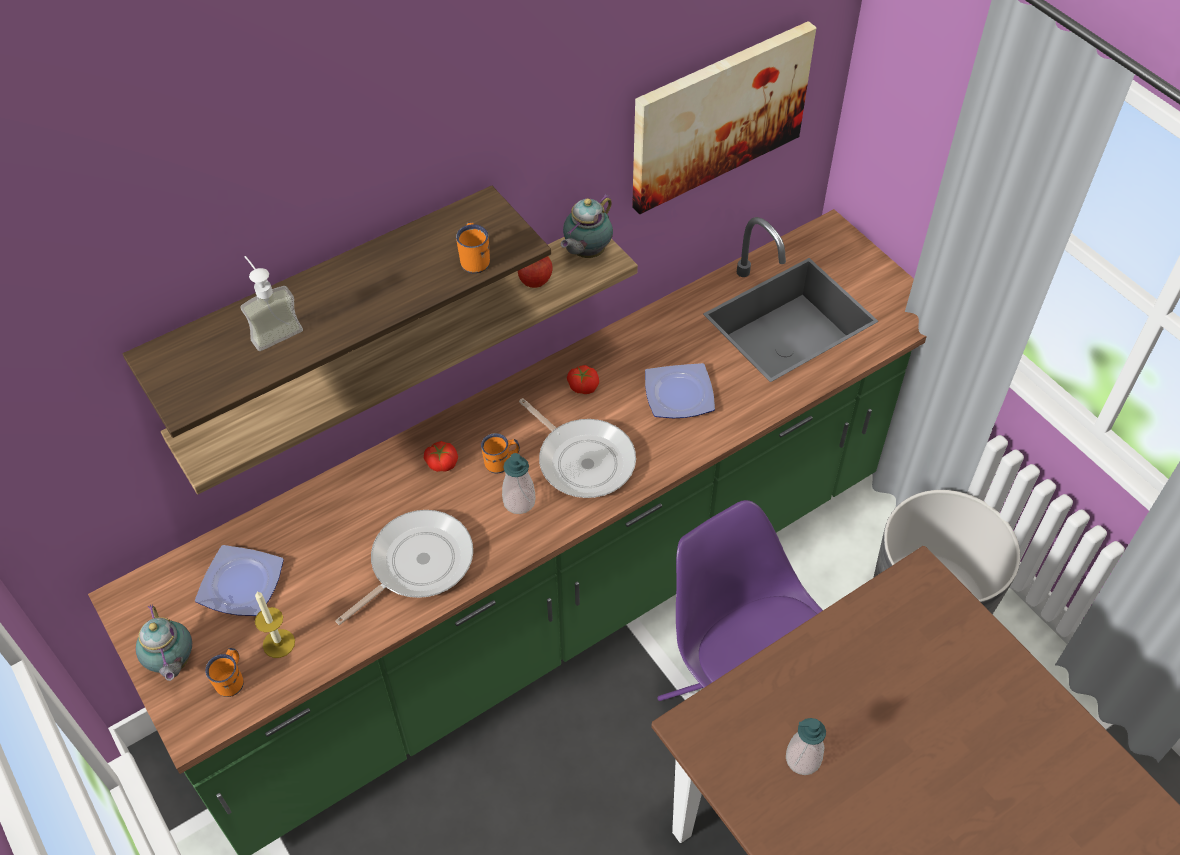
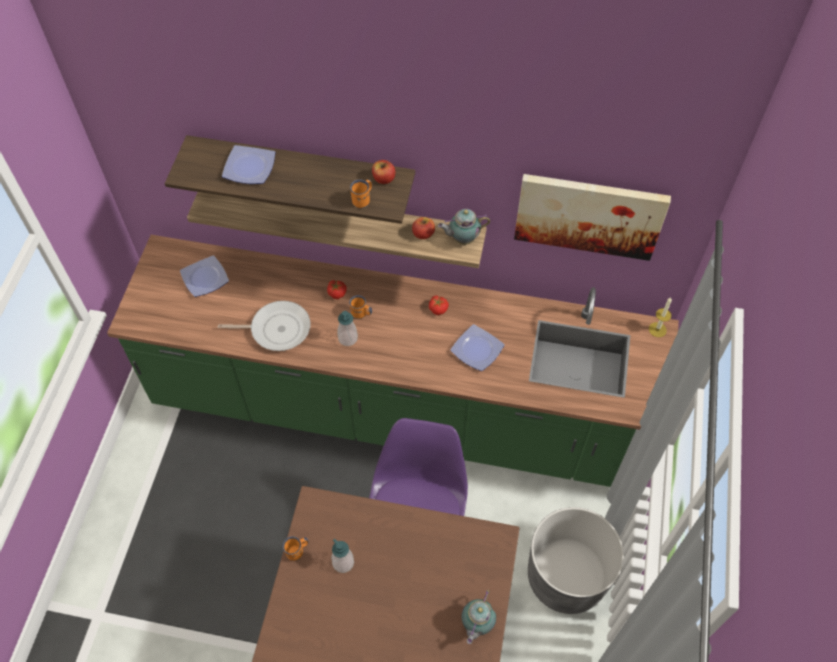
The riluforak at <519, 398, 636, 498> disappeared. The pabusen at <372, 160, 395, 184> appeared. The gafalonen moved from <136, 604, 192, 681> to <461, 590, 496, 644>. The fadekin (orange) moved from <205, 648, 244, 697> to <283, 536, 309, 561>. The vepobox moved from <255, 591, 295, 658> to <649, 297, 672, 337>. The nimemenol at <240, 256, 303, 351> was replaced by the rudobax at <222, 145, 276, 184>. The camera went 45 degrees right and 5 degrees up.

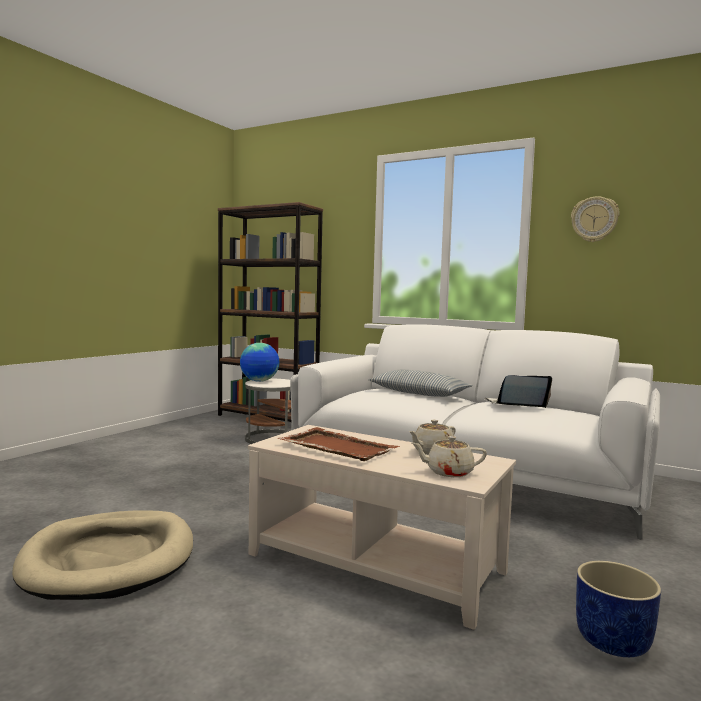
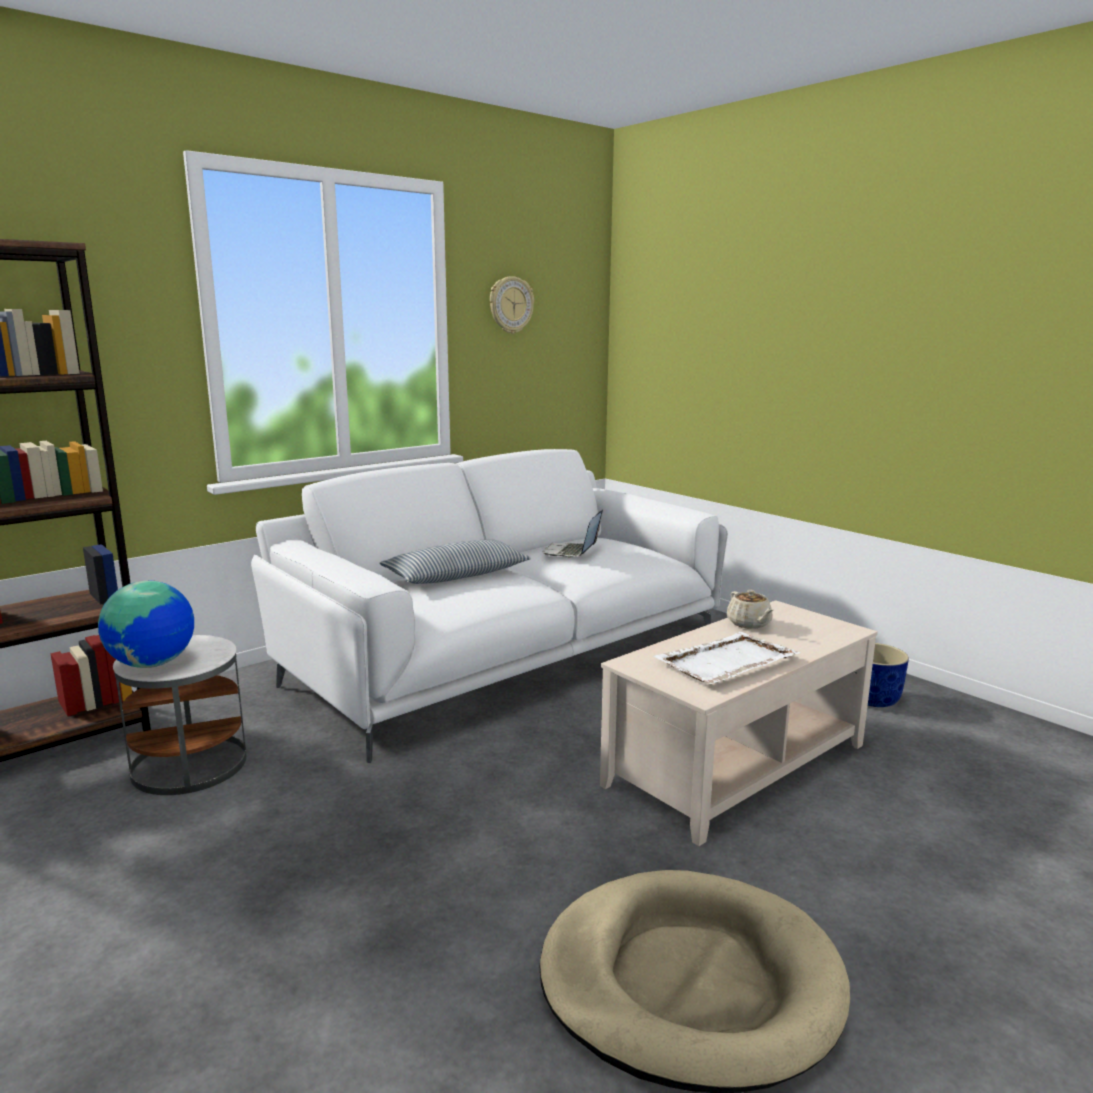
The gafalonen (beige) at <412, 436, 487, 477> disappeared. The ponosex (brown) at <277, 427, 400, 461> became the ponosex (white) at <653, 632, 800, 684>. The camera went 70 degrees left and 10 degrees up.

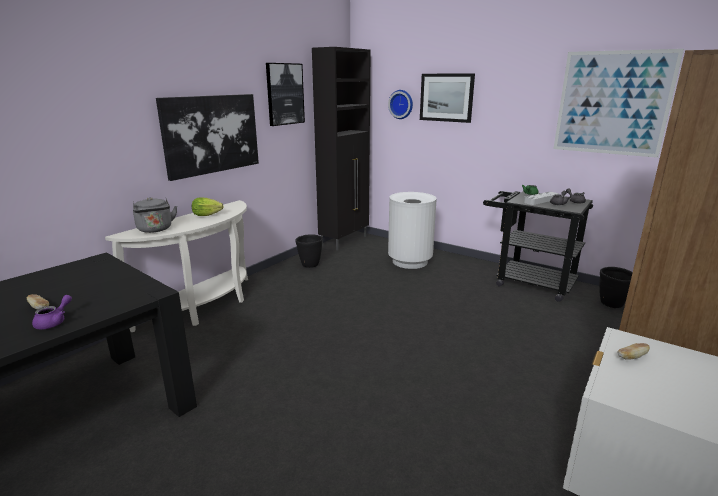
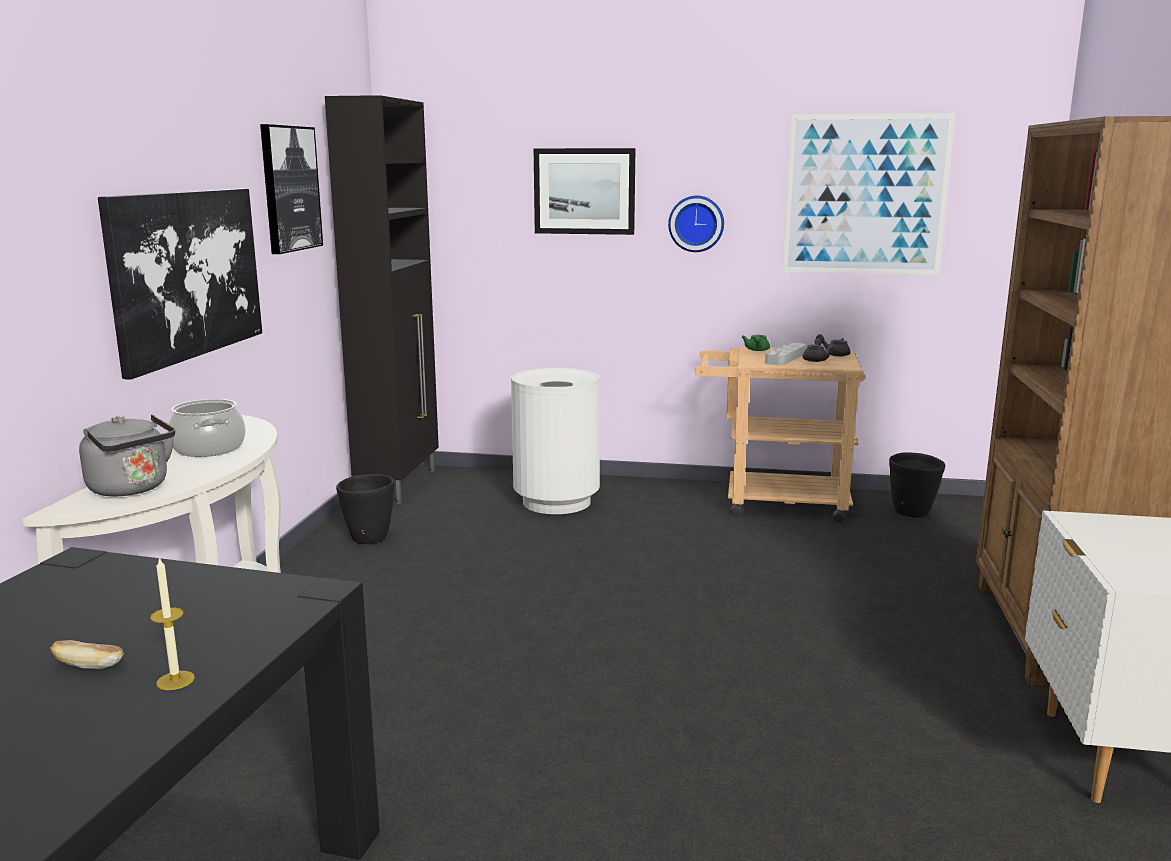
The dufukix at <617, 343, 650, 360> disappeared. The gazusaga moved from <388, 90, 413, 119> to <668, 196, 724, 252>. The gafalonen (purple) at <32, 295, 72, 330> was replaced by the vepobox at <150, 557, 195, 690>. The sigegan at <192, 197, 224, 216> was replaced by the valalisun at <168, 399, 246, 457>. The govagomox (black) at <483, 191, 593, 302> became the govagomox (beige) at <694, 347, 865, 523>. The camera went 25 degrees left and 5 degrees down.

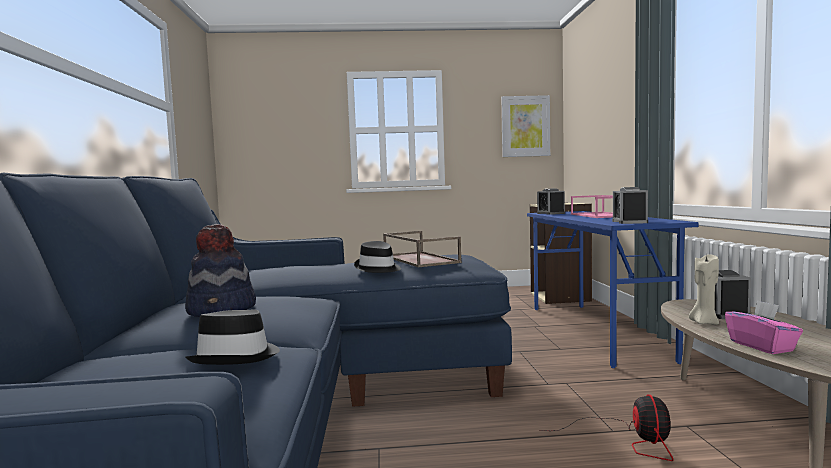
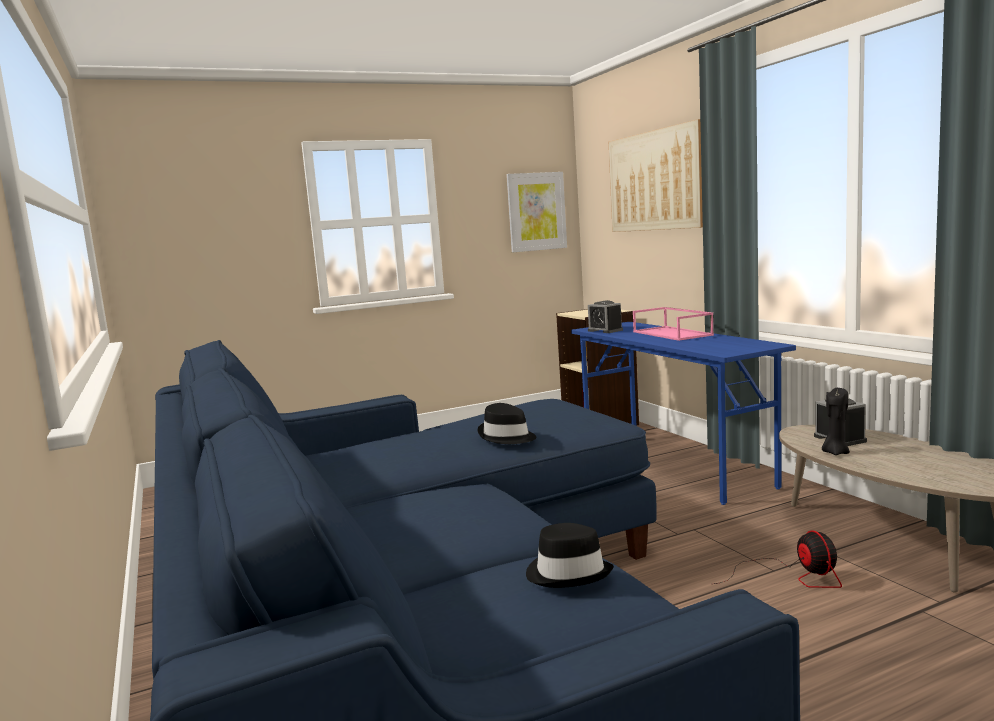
The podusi at <185, 224, 256, 317> disappeared. The ponosex (brown) at <383, 231, 462, 267> disappeared. The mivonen at <612, 187, 648, 224> disappeared. The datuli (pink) at <725, 300, 803, 354> disappeared. The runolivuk at <609, 119, 703, 232> appeared. The vepobox (beige) at <689, 254, 719, 325> became the vepobox (black) at <822, 388, 850, 455>. The camera went 20 degrees left and 5 degrees up.

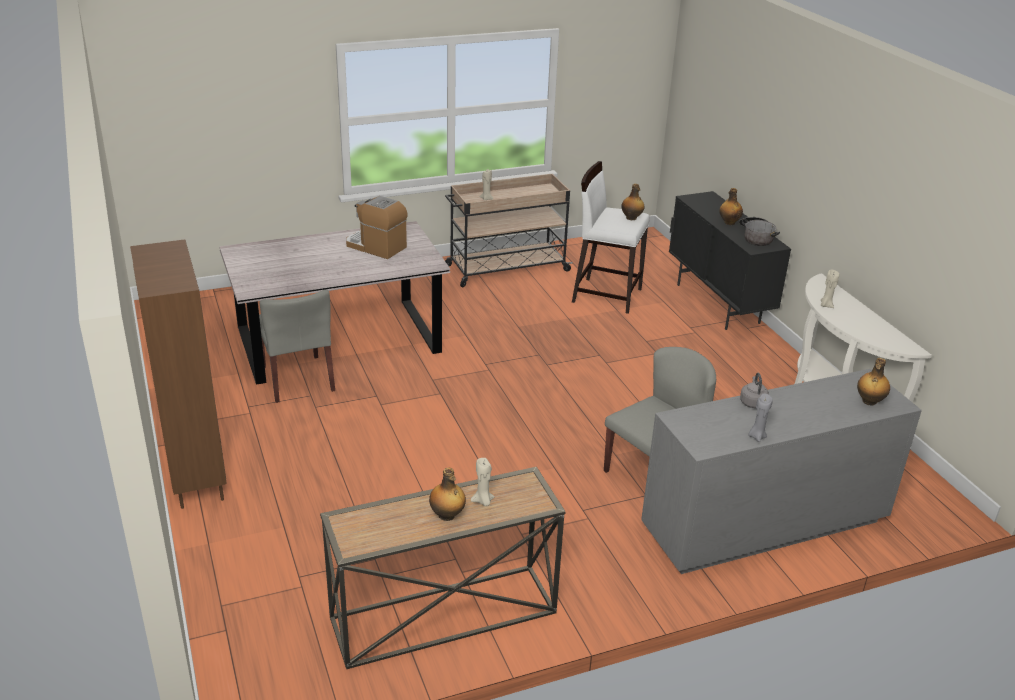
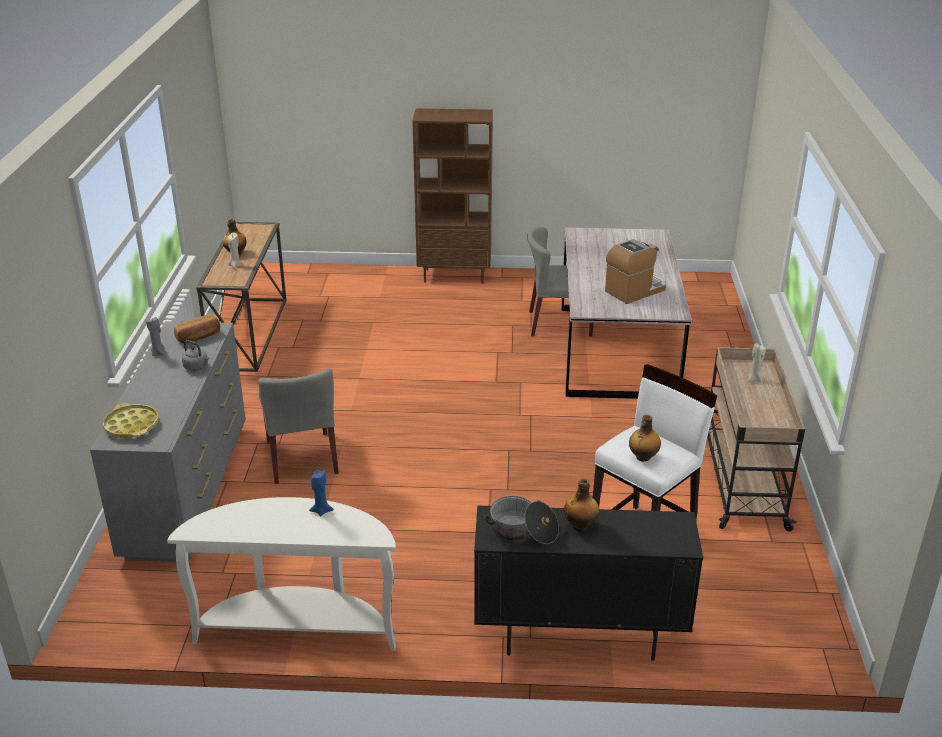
The dufukix at <174, 314, 220, 343> appeared. The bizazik at <857, 358, 890, 406> was replaced by the ponosex (yellow) at <103, 403, 158, 438>. The vepobox (beige) at <821, 270, 839, 308> became the vepobox (blue) at <309, 470, 334, 516>. The camera went 115 degrees right and 0 degrees up.

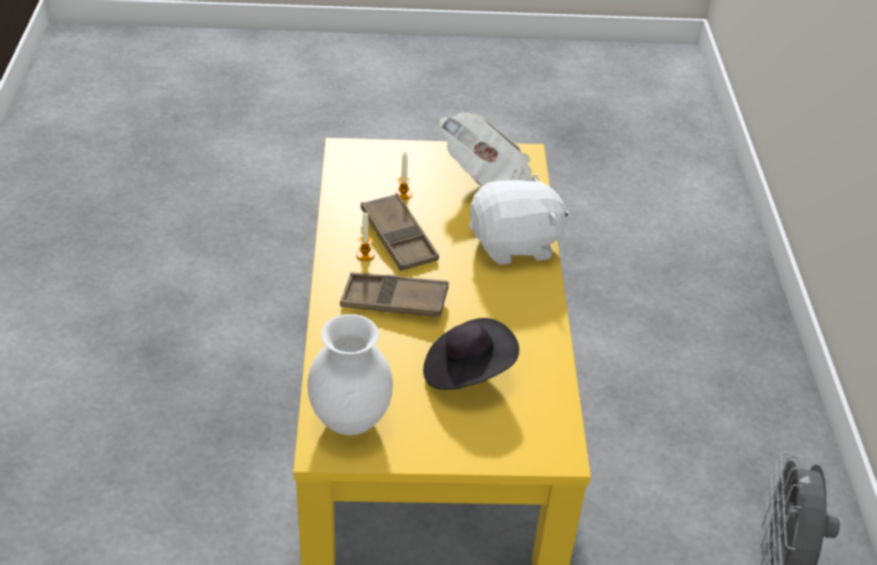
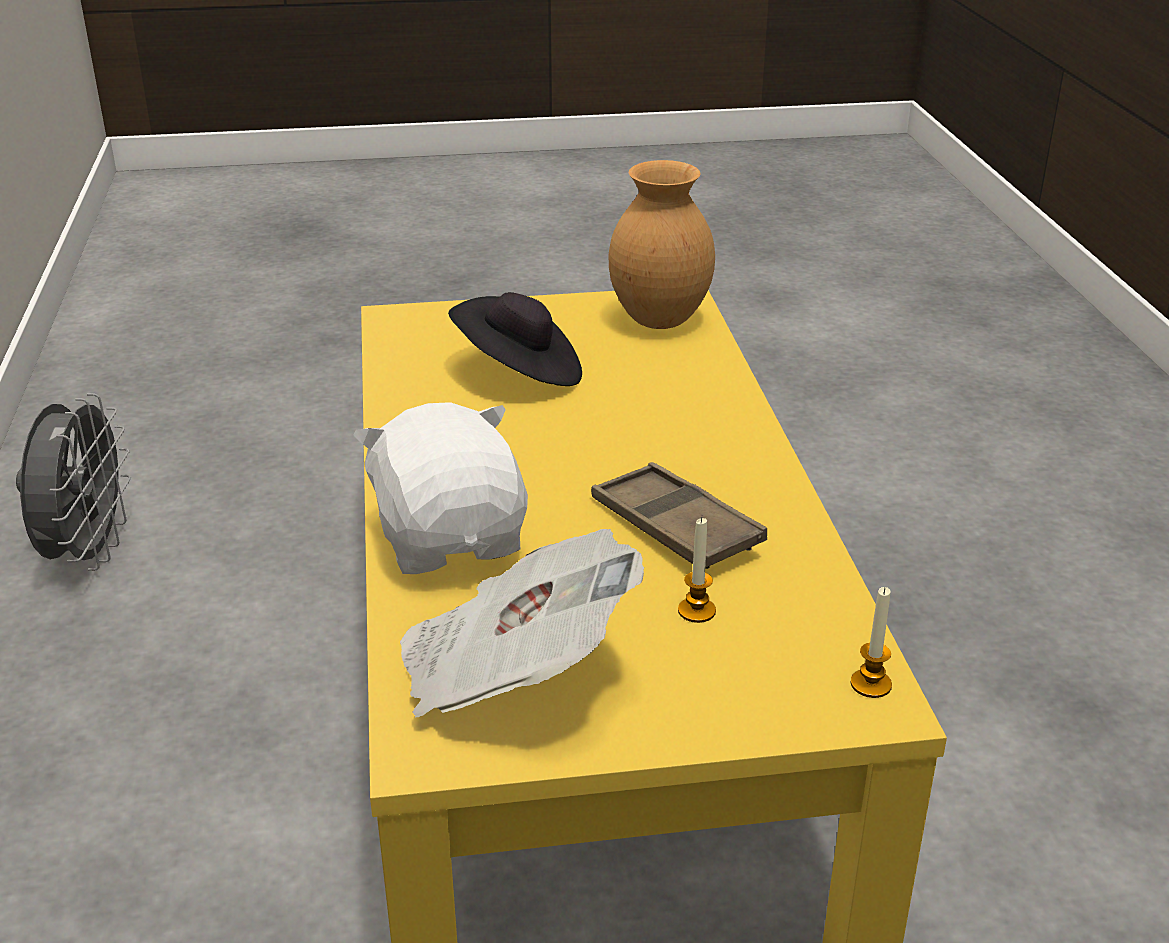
The ponosex (brown) at <340, 272, 449, 317> disappeared. The vepobox moved from <356, 212, 374, 261> to <850, 587, 892, 698>. The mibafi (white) at <307, 314, 393, 435> became the mibafi (brown) at <609, 160, 715, 329>. The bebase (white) at <469, 173, 571, 265> turned 90 degrees clockwise. The camera went 175 degrees right and 10 degrees down.

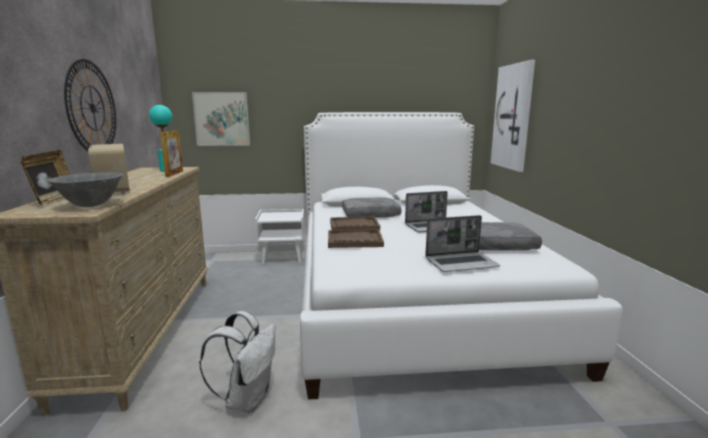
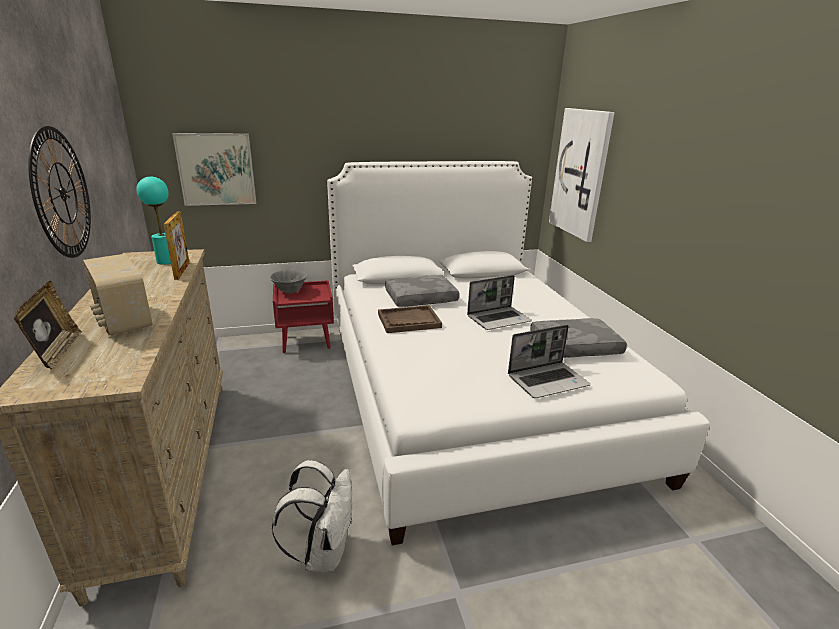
The ponosex (brown) at <328, 229, 384, 248> disappeared. The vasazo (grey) moved from <47, 172, 123, 207> to <270, 269, 308, 294>. The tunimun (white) at <255, 209, 305, 264> became the tunimun (red) at <273, 280, 334, 353>. The camera went 10 degrees left and 10 degrees up.

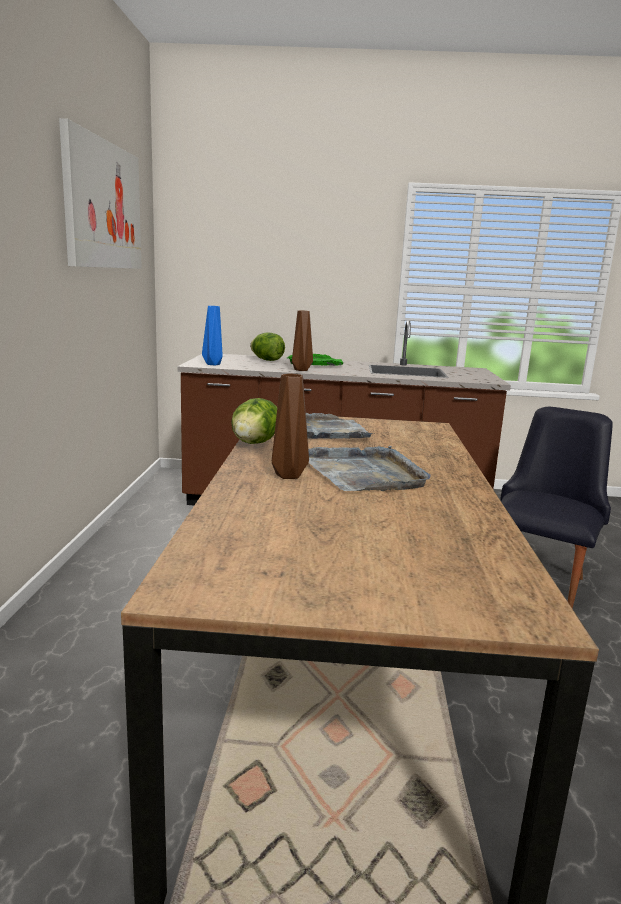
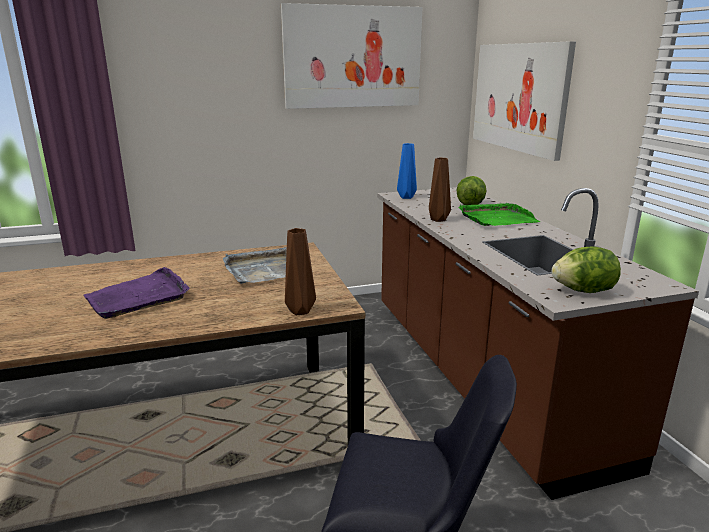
The runolivuk at <473, 41, 576, 161> appeared. The sigegan moved from <231, 398, 277, 444> to <552, 246, 621, 293>. The mibafi (brown) moved from <272, 373, 309, 479> to <285, 228, 316, 315>. The ponosex (grey) at <308, 446, 431, 491> became the ponosex (purple) at <83, 267, 190, 319>. The camera went 70 degrees right and 5 degrees up.

